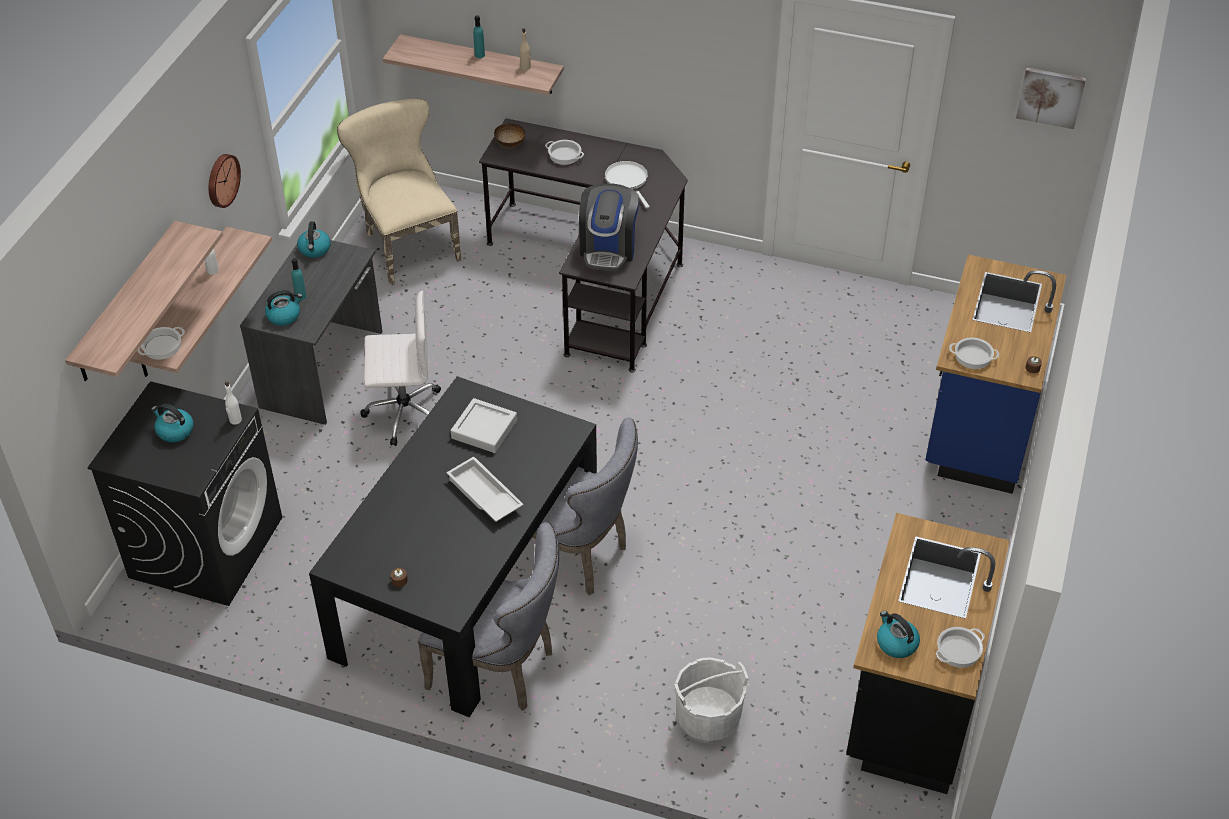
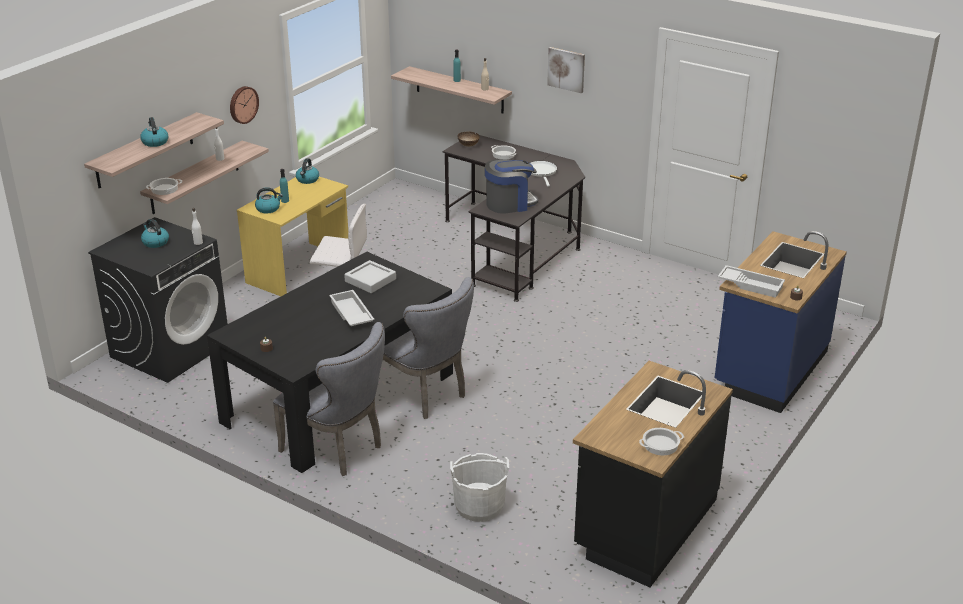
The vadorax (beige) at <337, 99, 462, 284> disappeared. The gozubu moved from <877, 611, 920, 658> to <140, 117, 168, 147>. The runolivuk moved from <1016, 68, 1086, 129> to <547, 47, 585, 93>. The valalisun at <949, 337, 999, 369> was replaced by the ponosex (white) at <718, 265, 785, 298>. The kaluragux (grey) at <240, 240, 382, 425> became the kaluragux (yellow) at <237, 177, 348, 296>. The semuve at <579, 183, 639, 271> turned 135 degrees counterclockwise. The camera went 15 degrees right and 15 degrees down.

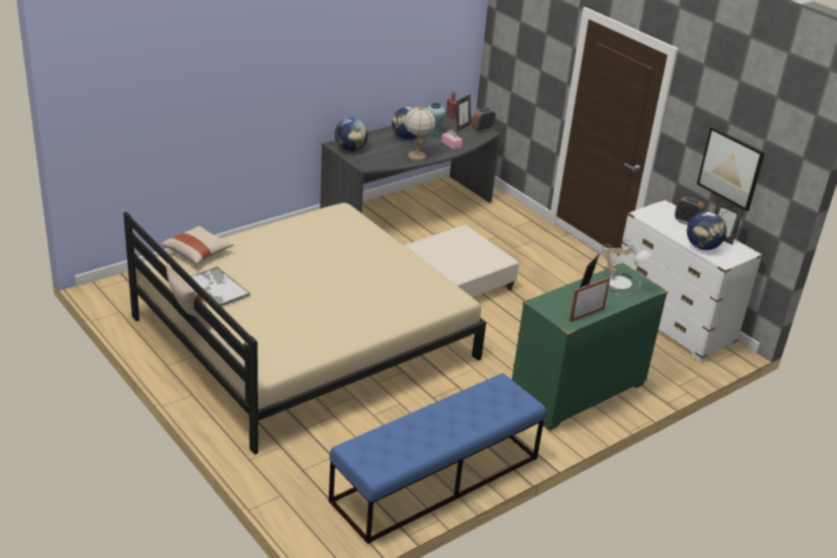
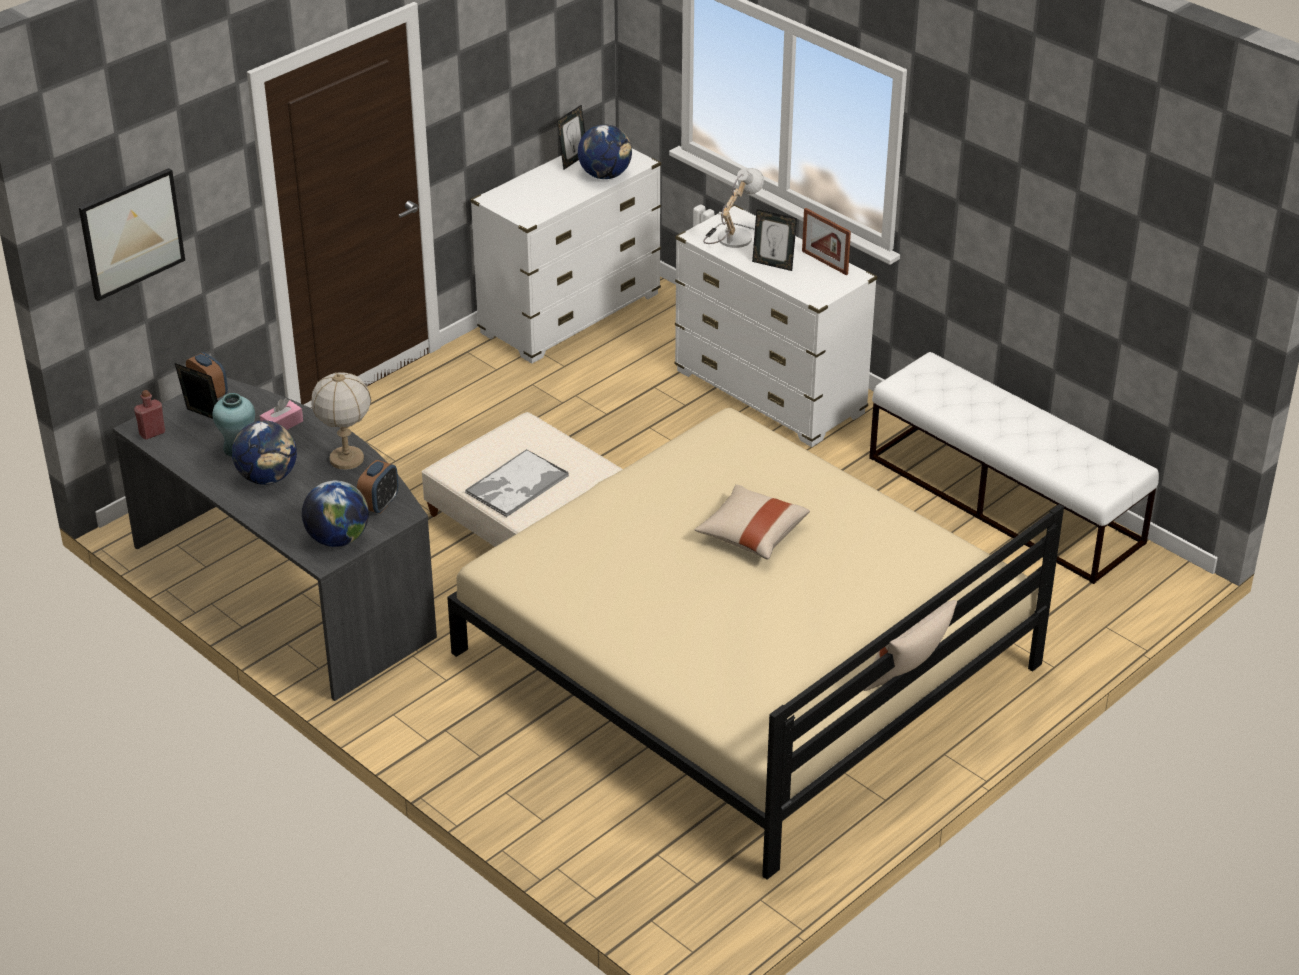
The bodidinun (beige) moved from <161, 226, 235, 265> to <695, 485, 810, 560>. The ponosex moved from <191, 267, 250, 306> to <465, 449, 569, 517>. The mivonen moved from <675, 196, 705, 225> to <357, 460, 398, 514>. The runolivuk moved from <697, 127, 765, 211> to <79, 168, 185, 301>. The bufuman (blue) at <329, 373, 546, 544> became the bufuman (white) at <869, 352, 1159, 584>. The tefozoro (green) at <512, 262, 668, 431> became the tefozoro (white) at <675, 205, 877, 447>. The camera went 95 degrees left and 5 degrees up.

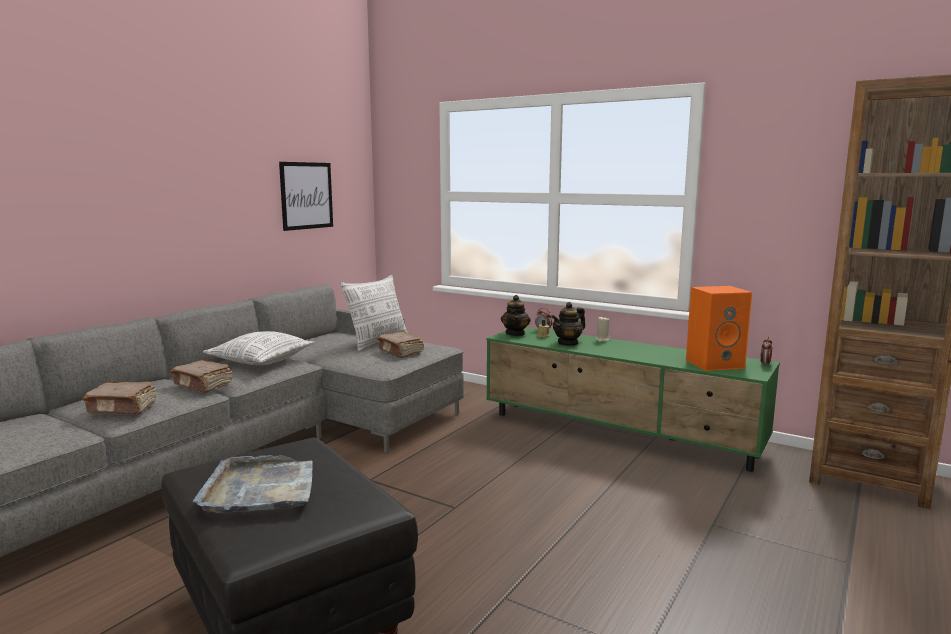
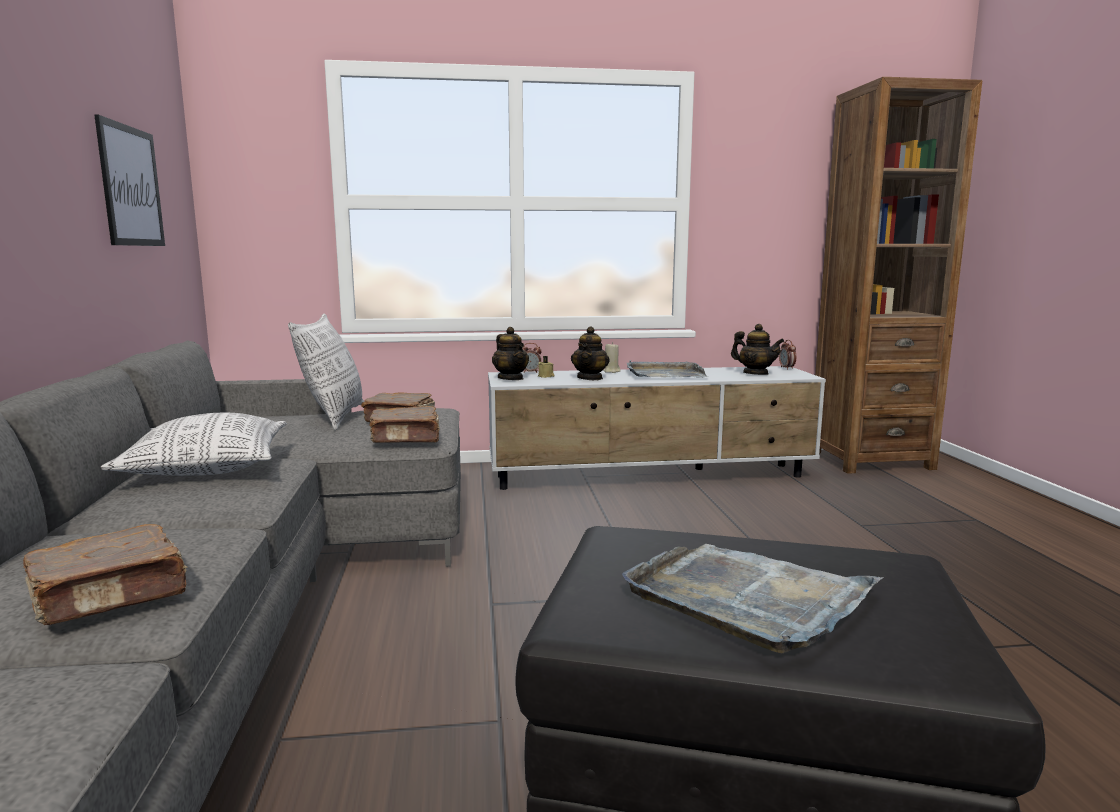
The ponosex (grey) at <627, 360, 708, 378> appeared. The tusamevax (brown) moved from <170, 360, 233, 393> to <369, 406, 440, 443>. The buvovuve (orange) at <686, 286, 752, 371> was replaced by the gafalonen at <731, 324, 784, 375>. The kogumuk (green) at <486, 327, 780, 472> became the kogumuk (white) at <488, 366, 826, 490>. The camera went 40 degrees left and 0 degrees up.

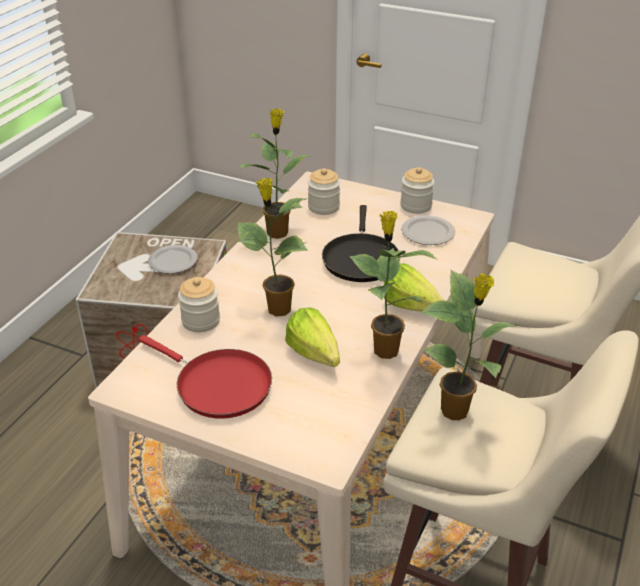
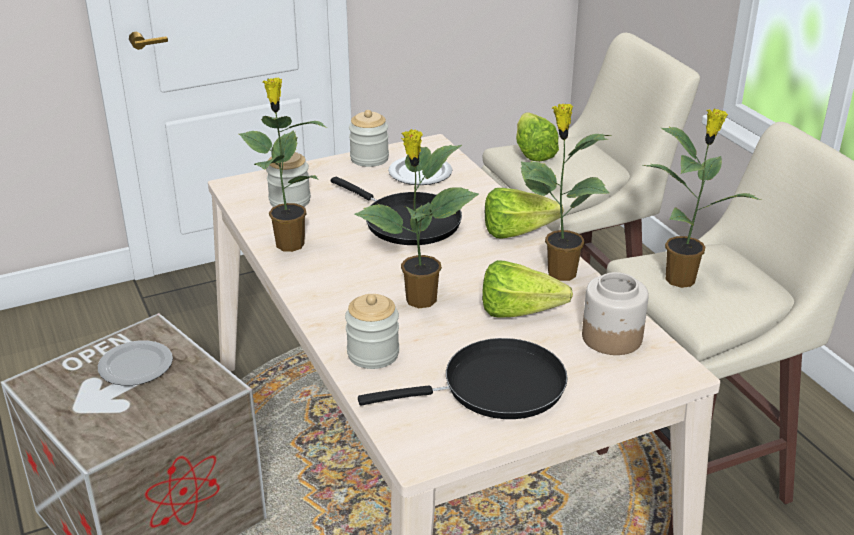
The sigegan at <516, 112, 559, 162> appeared. The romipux at <582, 272, 649, 355> appeared. The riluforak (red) at <139, 335, 272, 419> became the riluforak (black) at <358, 338, 568, 419>. The camera went 50 degrees left and 5 degrees down.

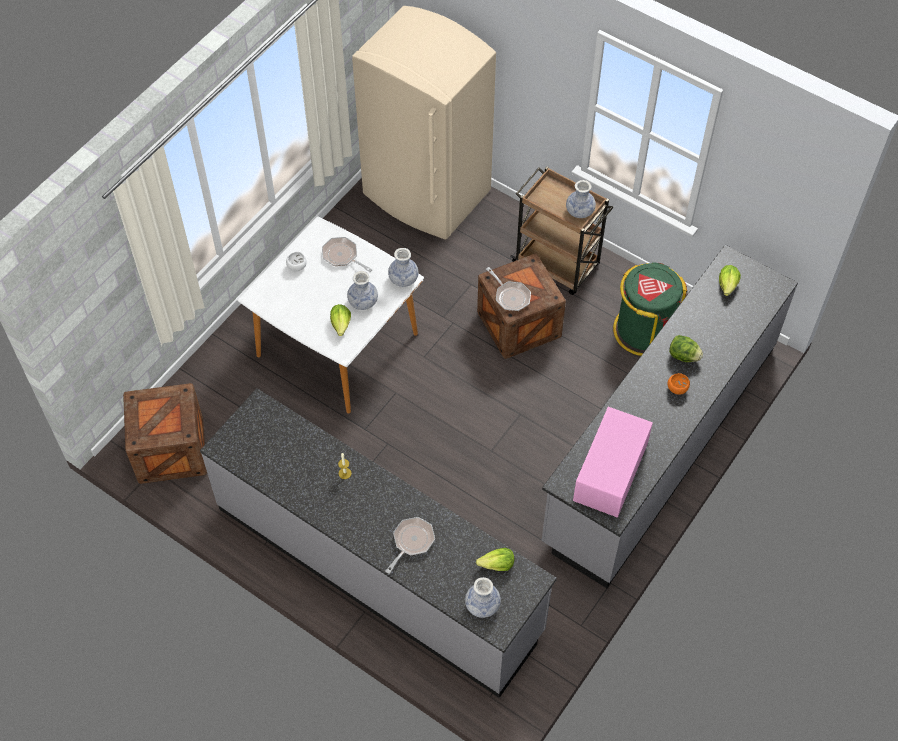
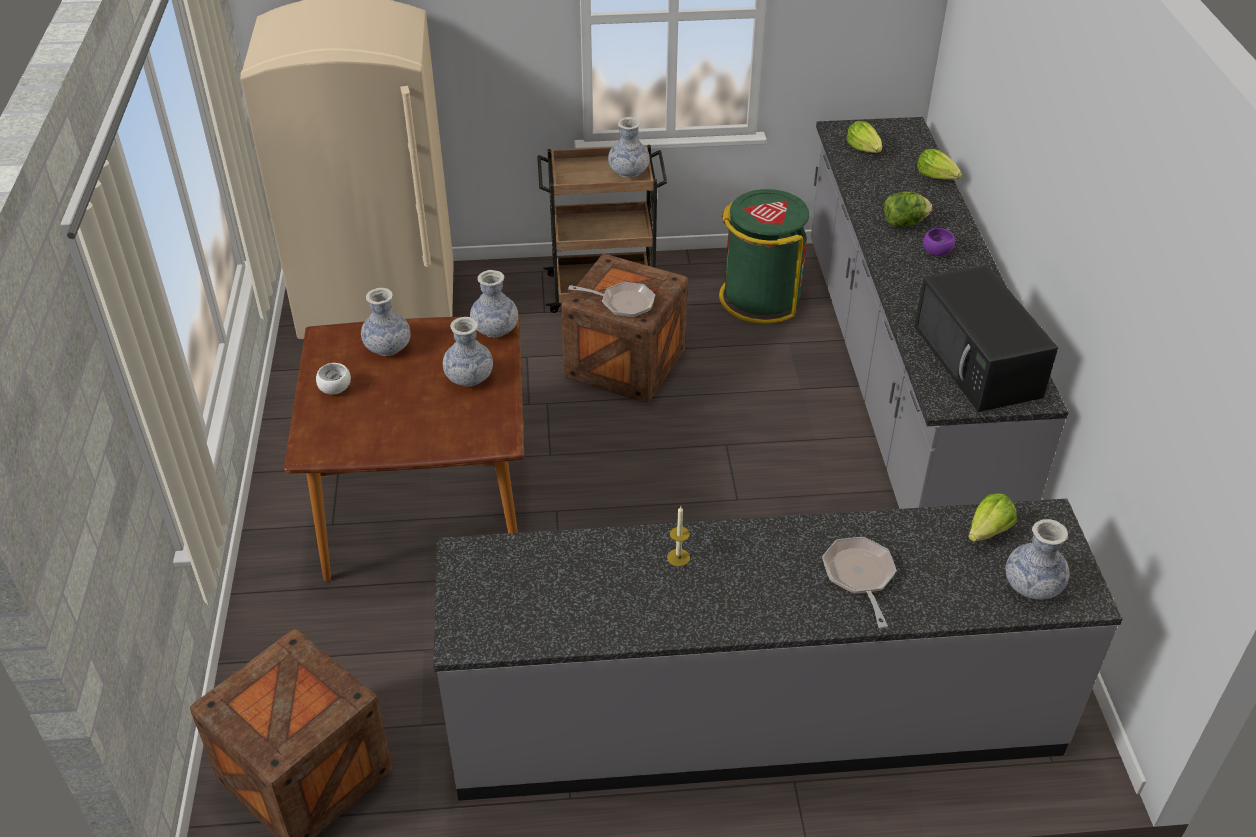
The sigegan moved from <330, 304, 351, 336> to <917, 149, 962, 179>. The riluforak at <322, 237, 373, 272> was replaced by the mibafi at <361, 288, 411, 356>. The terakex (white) at <237, 216, 424, 413> became the terakex (brown) at <284, 316, 524, 581>. The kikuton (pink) at <573, 407, 653, 518> became the kikuton (black) at <914, 265, 1058, 412>. The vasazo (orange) at <667, 373, 690, 395> became the vasazo (purple) at <923, 228, 955, 256>. The camera went 40 degrees left and 15 degrees down.

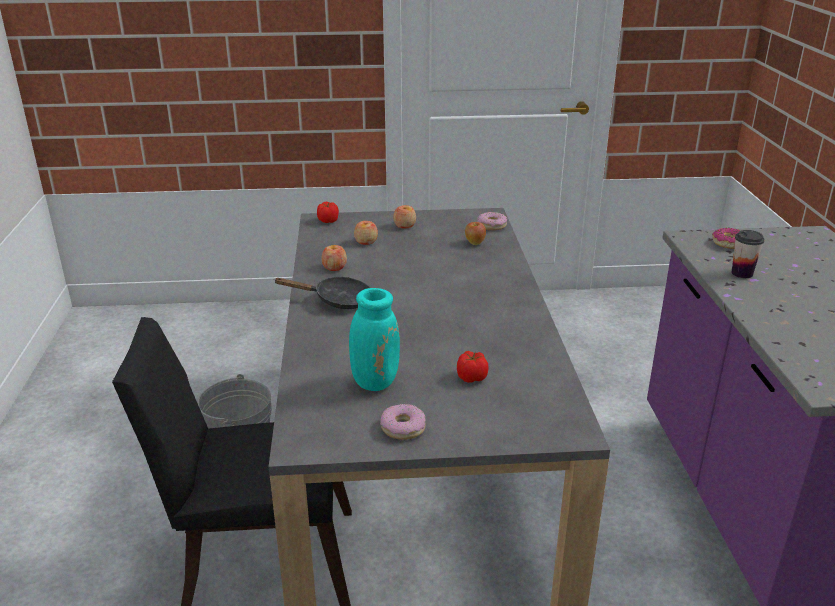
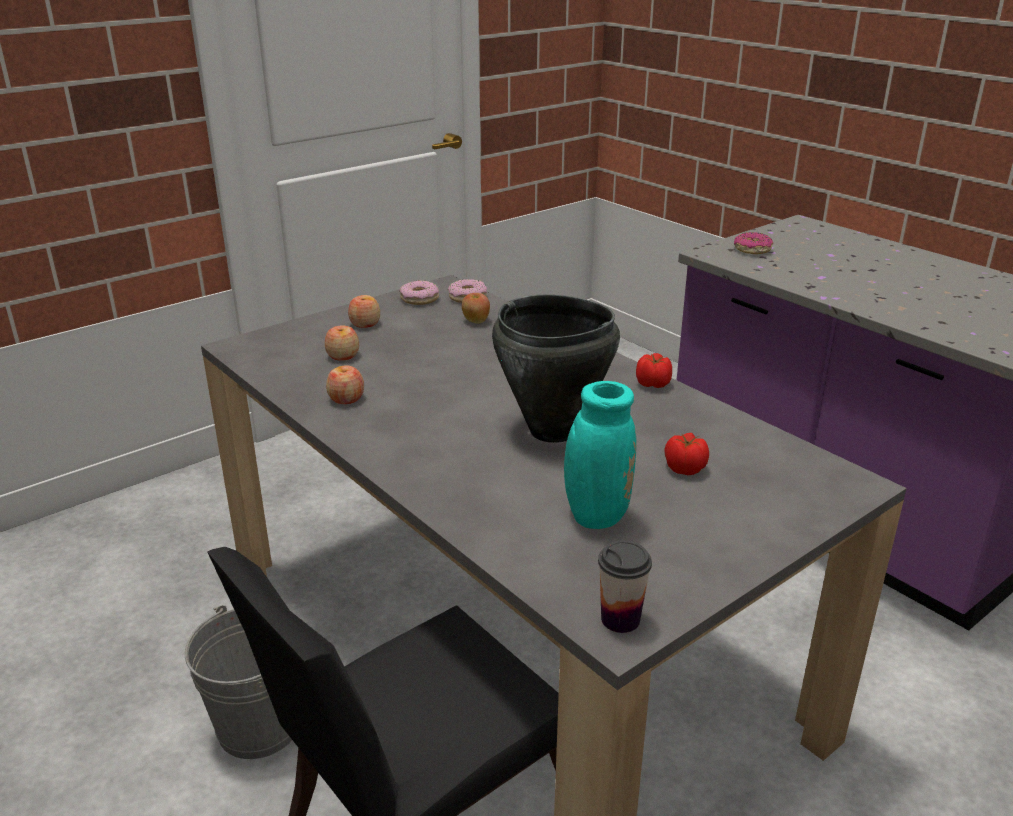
The riluforak (black) at <273, 277, 370, 309> disappeared. The valalisun (black) at <492, 295, 620, 443> appeared. The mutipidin moved from <317, 202, 339, 223> to <636, 353, 672, 388>. The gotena moved from <380, 404, 426, 440> to <399, 280, 439, 305>. The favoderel moved from <732, 230, 765, 278> to <598, 540, 652, 633>. The camera went 35 degrees left and 0 degrees up.

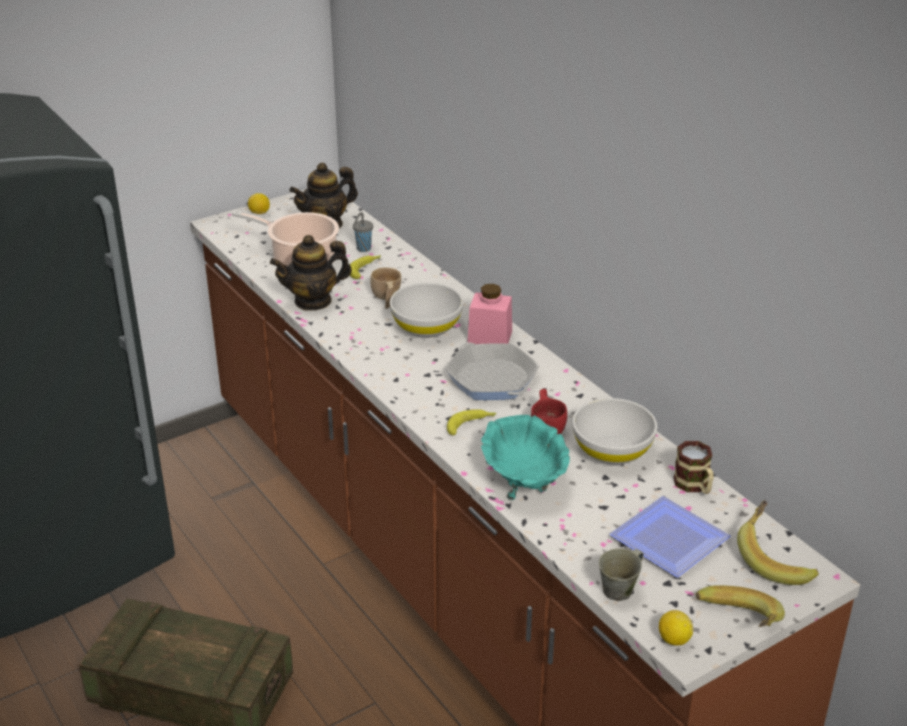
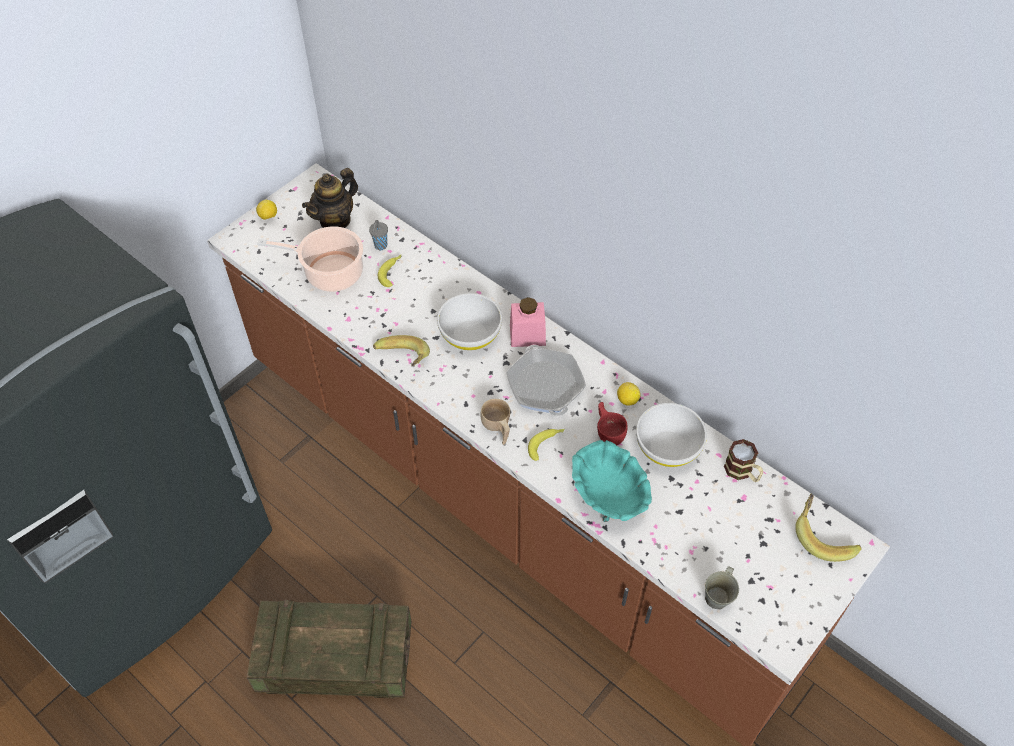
The gafalonen at <270, 235, 352, 311> disappeared. The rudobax at <610, 496, 731, 577> disappeared. The favoderel (beige) moved from <370, 268, 401, 309> to <480, 399, 510, 445>. The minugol moved from <659, 610, 693, 645> to <617, 382, 641, 406>. The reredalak moved from <696, 585, 785, 627> to <373, 335, 430, 367>. The riluforak at <445, 343, 539, 400> turned 150 degrees counterclockwise. The camera went 15 degrees left and 20 degrees up.

